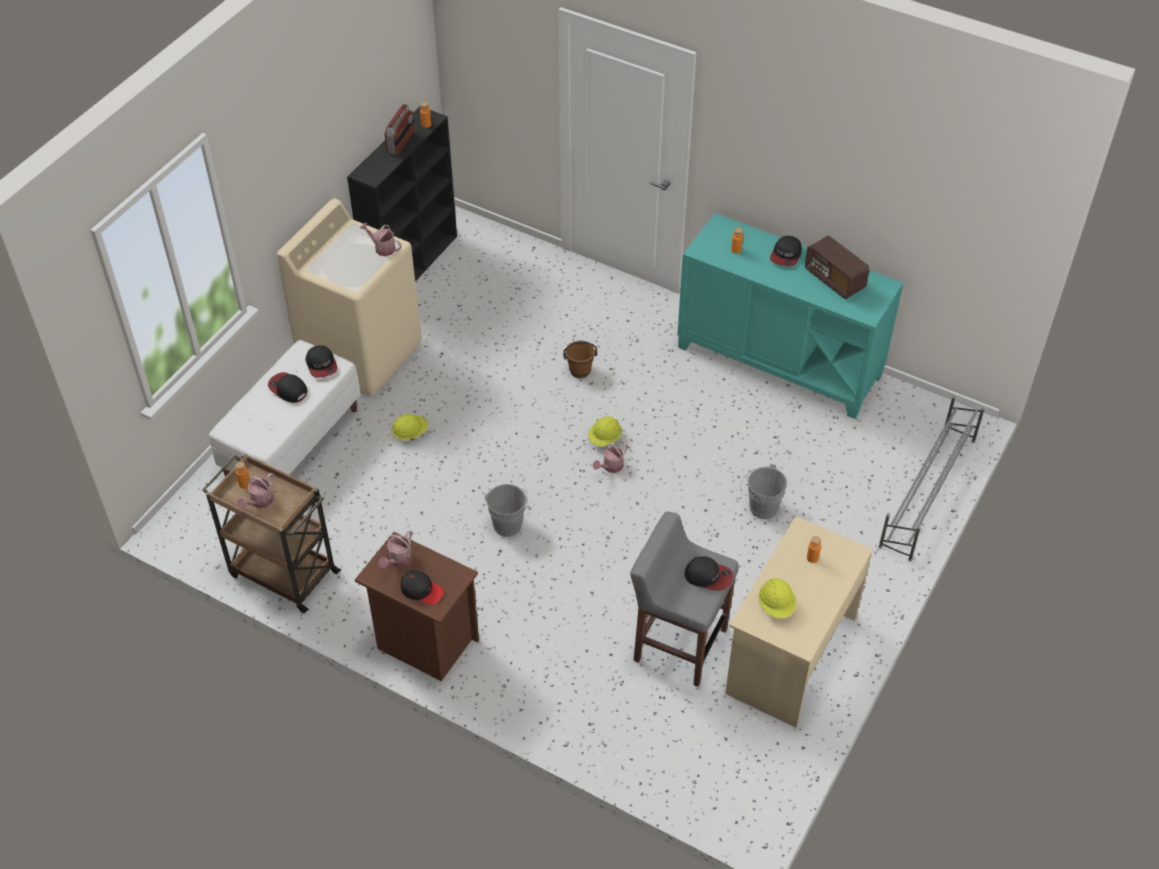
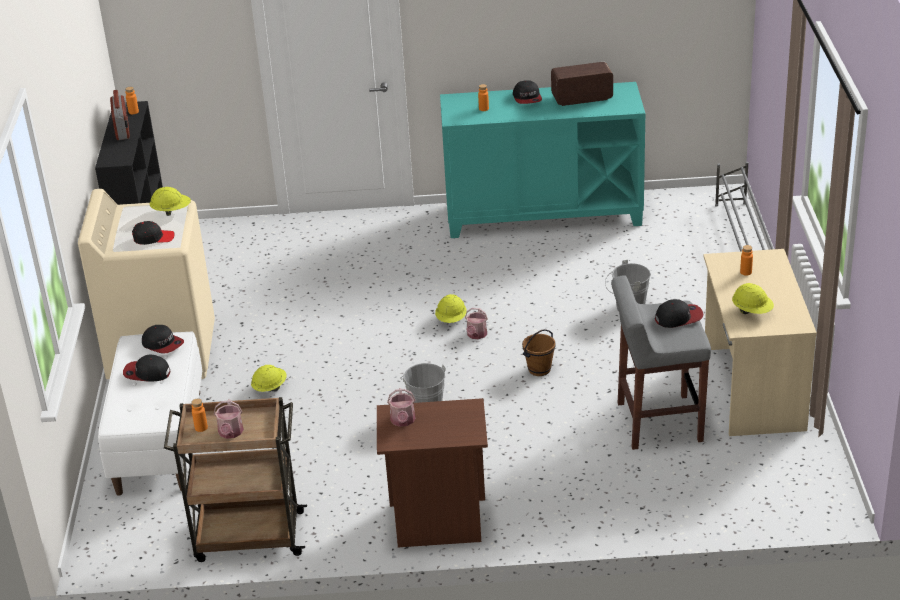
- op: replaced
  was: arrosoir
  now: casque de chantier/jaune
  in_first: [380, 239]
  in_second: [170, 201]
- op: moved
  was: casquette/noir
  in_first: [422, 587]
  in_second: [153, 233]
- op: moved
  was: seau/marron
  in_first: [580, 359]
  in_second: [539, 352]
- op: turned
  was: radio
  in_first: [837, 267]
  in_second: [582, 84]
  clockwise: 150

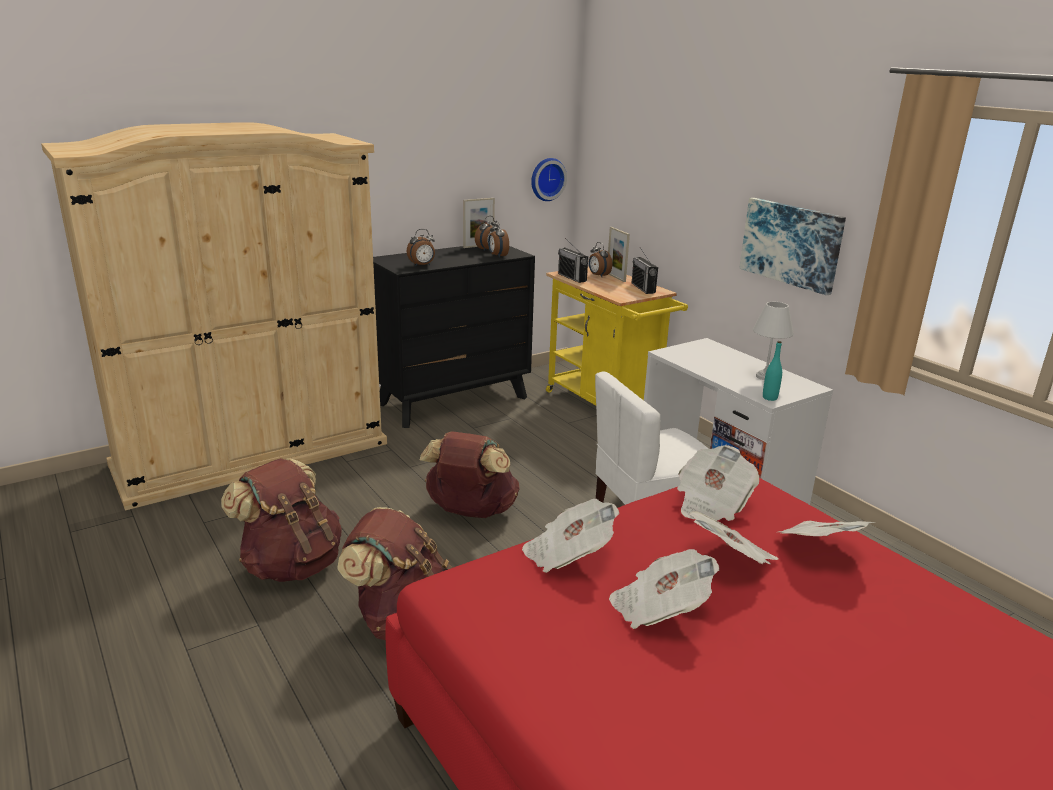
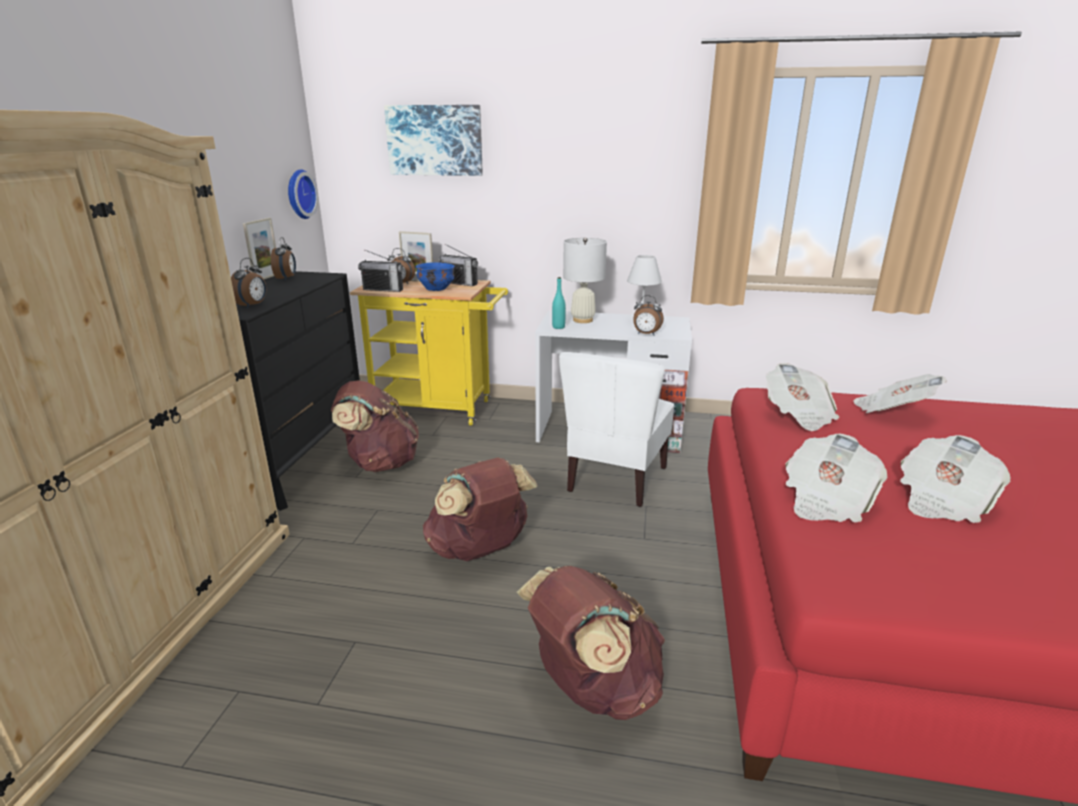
- op: moved
  was: sac à dos/marron
  in_first: [281, 520]
  in_second: [375, 426]
- op: moved
  was: réveil
  in_first: [498, 239]
  in_second: [648, 315]
- op: removed
  was: journal
  in_first: [734, 538]
- op: moved
  was: tableau
  in_first: [792, 247]
  in_second: [433, 140]
- op: moved
  was: bouteille/turquoise
  in_first: [772, 371]
  in_second: [559, 303]
- op: added
  now: bol/bleu
  in_second: [435, 276]
- op: added
  now: lampe de table/blanc
  in_second: [585, 280]

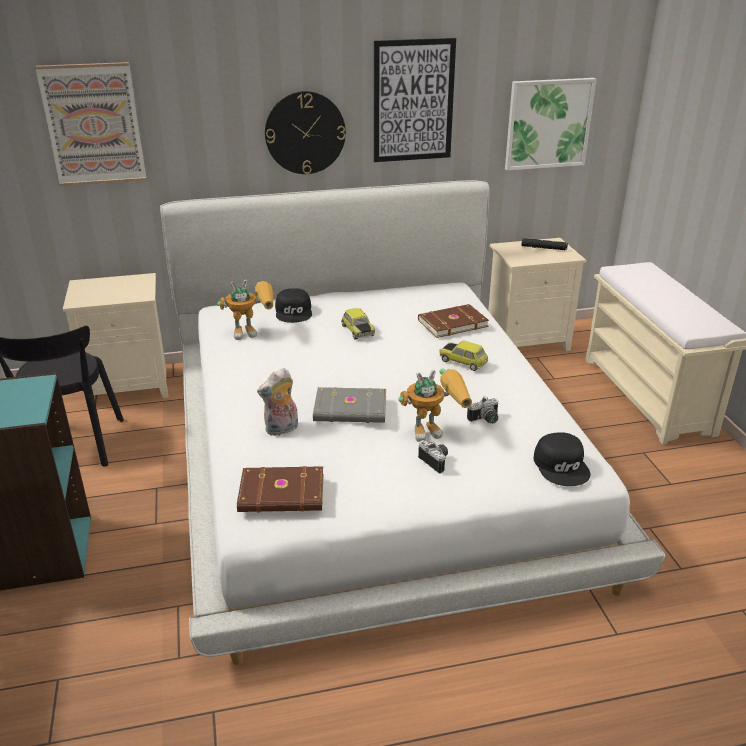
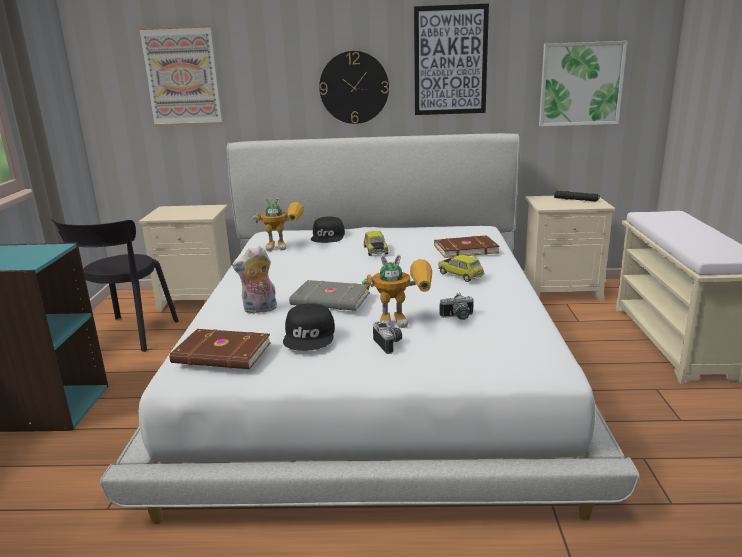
- op: moved
  was: casquette/noir
  in_first: [562, 459]
  in_second: [309, 327]

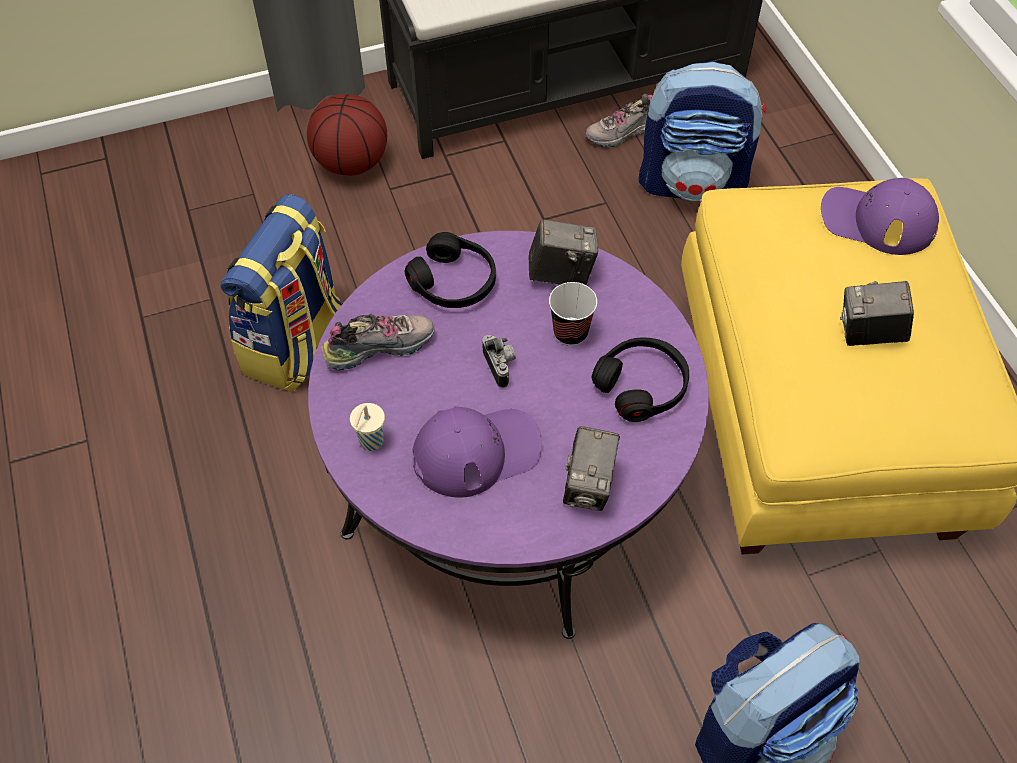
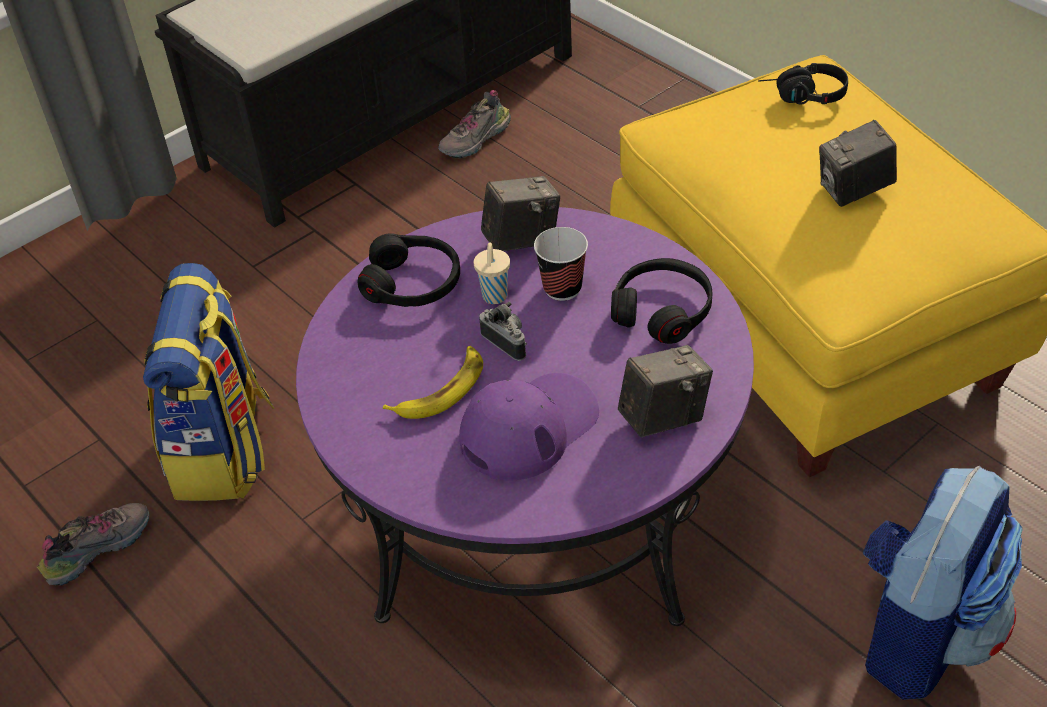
- op: removed
  was: ballon de basket
  in_first: [347, 135]
- op: moved
  was: chaussure
  in_first: [378, 342]
  in_second: [93, 544]
- op: moved
  was: tasse/beige
  in_first: [367, 427]
  in_second: [492, 273]
- op: turned
  was: appareil photo
  in_first: [591, 468]
  in_second: [665, 391]
  clockwise: -105
- op: removed
  was: sac à dos
  in_first: [702, 131]
- op: replaced
  was: casquette/violet
  now: casque audio/noir
  in_first: [880, 216]
  in_second: [803, 83]
- op: added
  now: banane
  in_second: [433, 382]

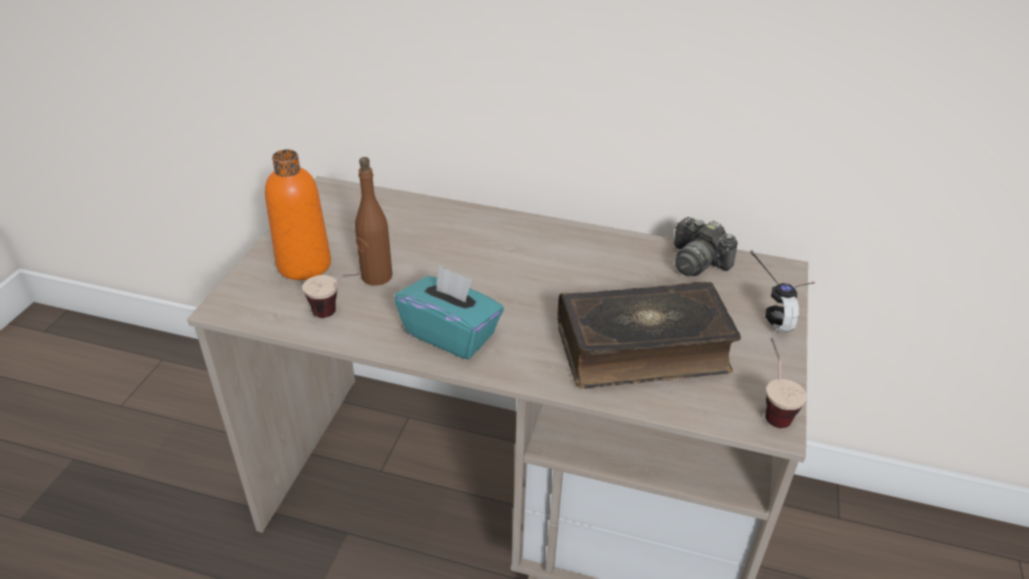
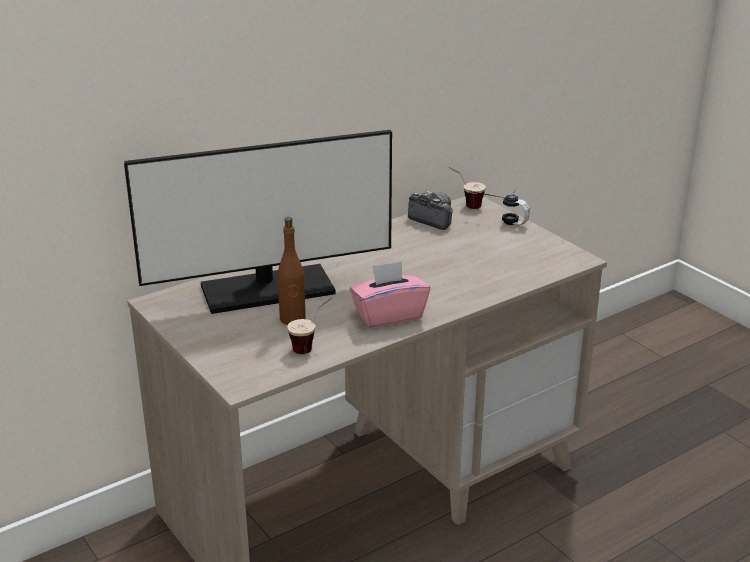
- op: removed
  was: bouteille/orange
  in_first: [298, 214]
- op: recoloured
  was: boîte à mouchoirs/turquoise
  now: boîte à mouchoirs/rose
  in_first: [449, 312]
  in_second: [389, 294]
- op: removed
  was: livre
  in_first: [649, 335]
- op: turned
  was: appareil photo
  in_first: [706, 246]
  in_second: [430, 210]
  clockwise: -135
- op: moved
  was: tasse
  in_first: [786, 383]
  in_second: [467, 188]
- op: added
  now: écran d'ordinateur
  in_second: [258, 222]

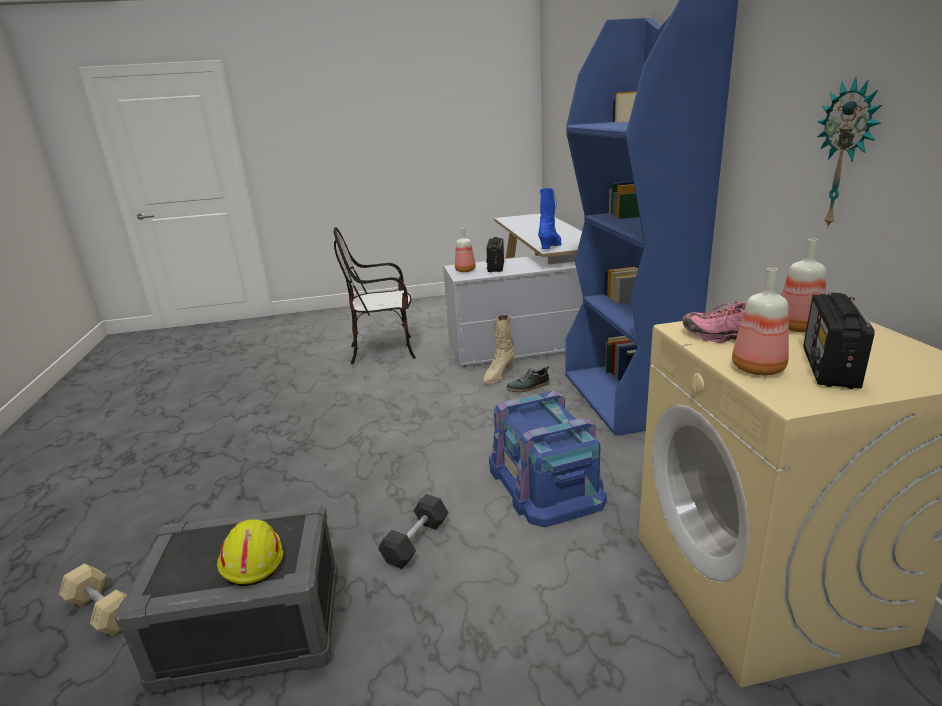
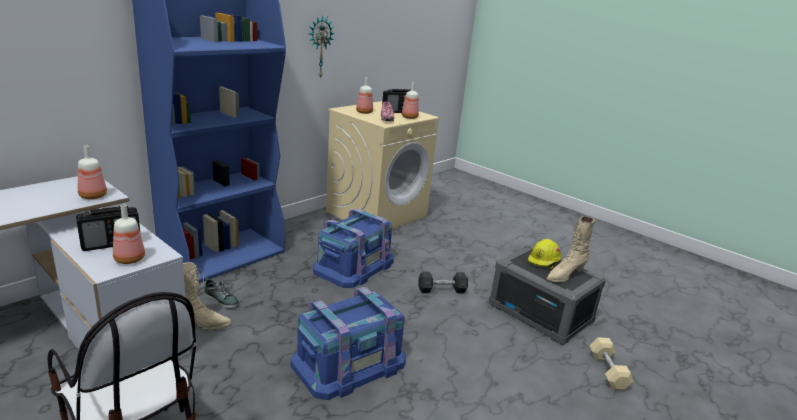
- op: replaced
  was: botte/bleu
  now: bouteille
  in_first: [550, 218]
  in_second: [92, 172]
- op: added
  now: boîte de rangement/bleu
  in_second: [348, 343]
- op: added
  now: botte/beige
  in_second: [571, 249]

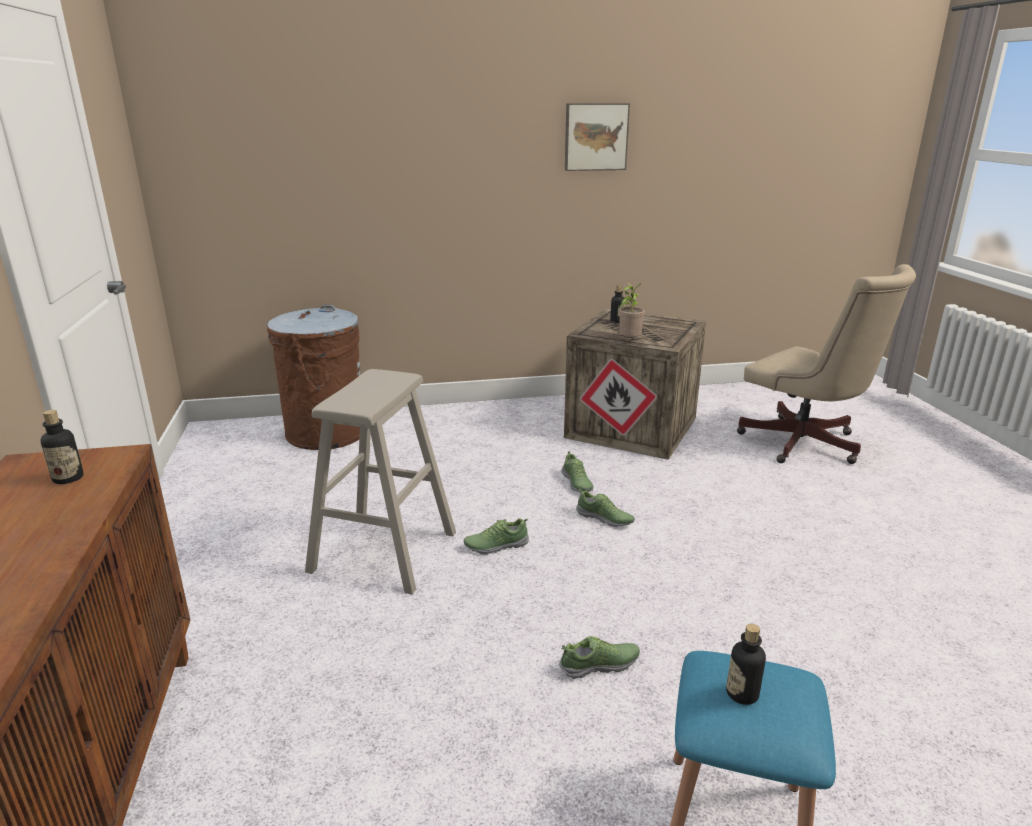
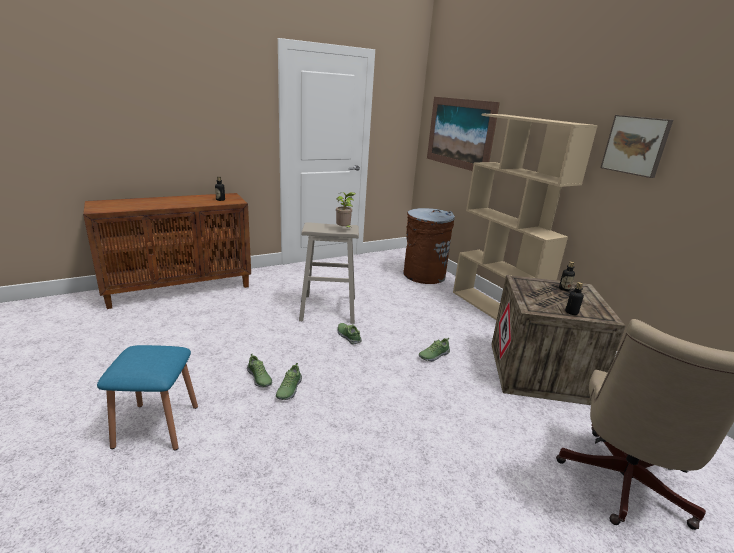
- op: moved
  was: chaussure
  in_first: [605, 508]
  in_second: [289, 381]
- op: moved
  was: plante en pot
  in_first: [631, 309]
  in_second: [346, 210]
- op: moved
  was: bouteille
  in_first: [746, 664]
  in_second: [574, 298]
- op: added
  now: tableau
  in_second: [463, 134]
- op: added
  now: bibliothèque/beige
  in_second: [525, 216]

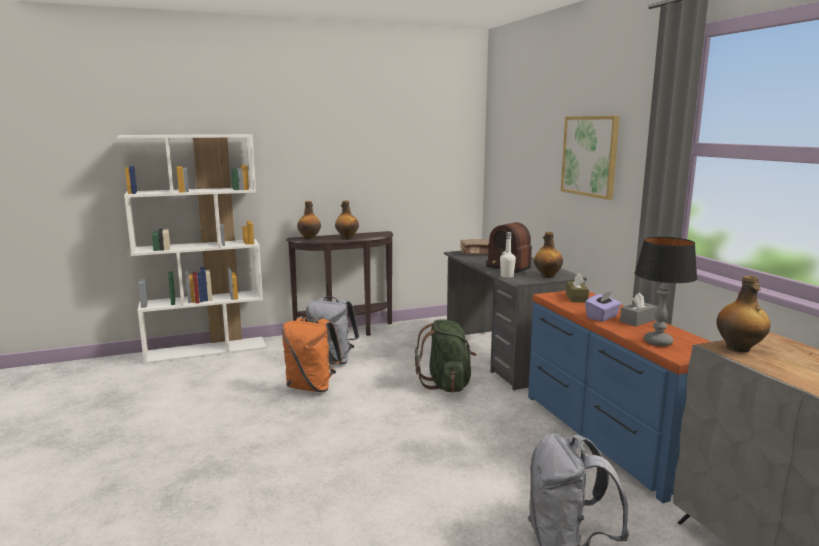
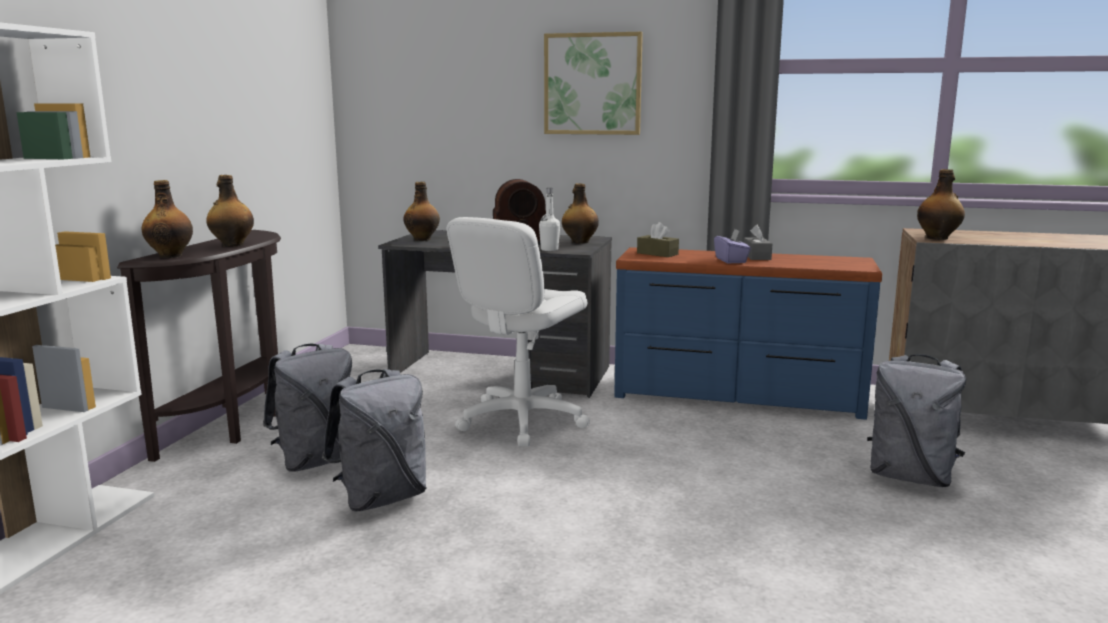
- op: recoloured
  was: sac à dos/orange
  now: sac à dos/gris
  in_first: [312, 354]
  in_second: [374, 440]
- op: replaced
  was: sac à dos/vert
  now: chaise de bureau/blanc
  in_first: [445, 356]
  in_second: [518, 331]
- op: replaced
  was: livre/marron
  now: bouteille
  in_first: [474, 247]
  in_second: [422, 211]
- op: removed
  was: lampe de table
  in_first: [665, 291]

